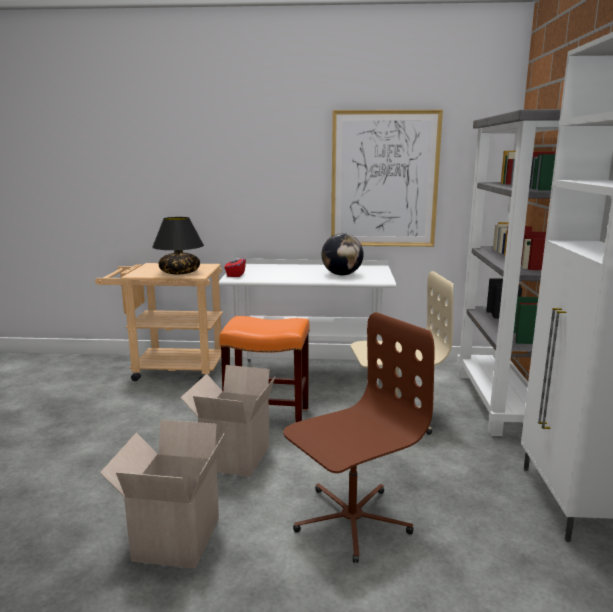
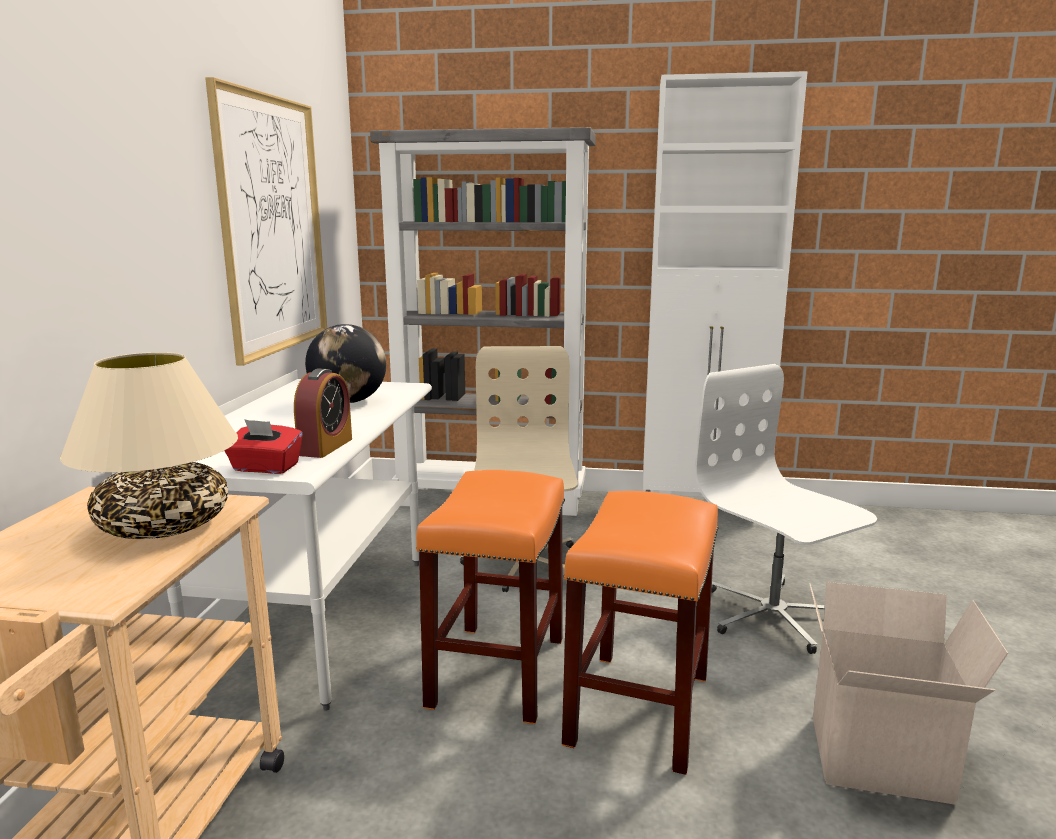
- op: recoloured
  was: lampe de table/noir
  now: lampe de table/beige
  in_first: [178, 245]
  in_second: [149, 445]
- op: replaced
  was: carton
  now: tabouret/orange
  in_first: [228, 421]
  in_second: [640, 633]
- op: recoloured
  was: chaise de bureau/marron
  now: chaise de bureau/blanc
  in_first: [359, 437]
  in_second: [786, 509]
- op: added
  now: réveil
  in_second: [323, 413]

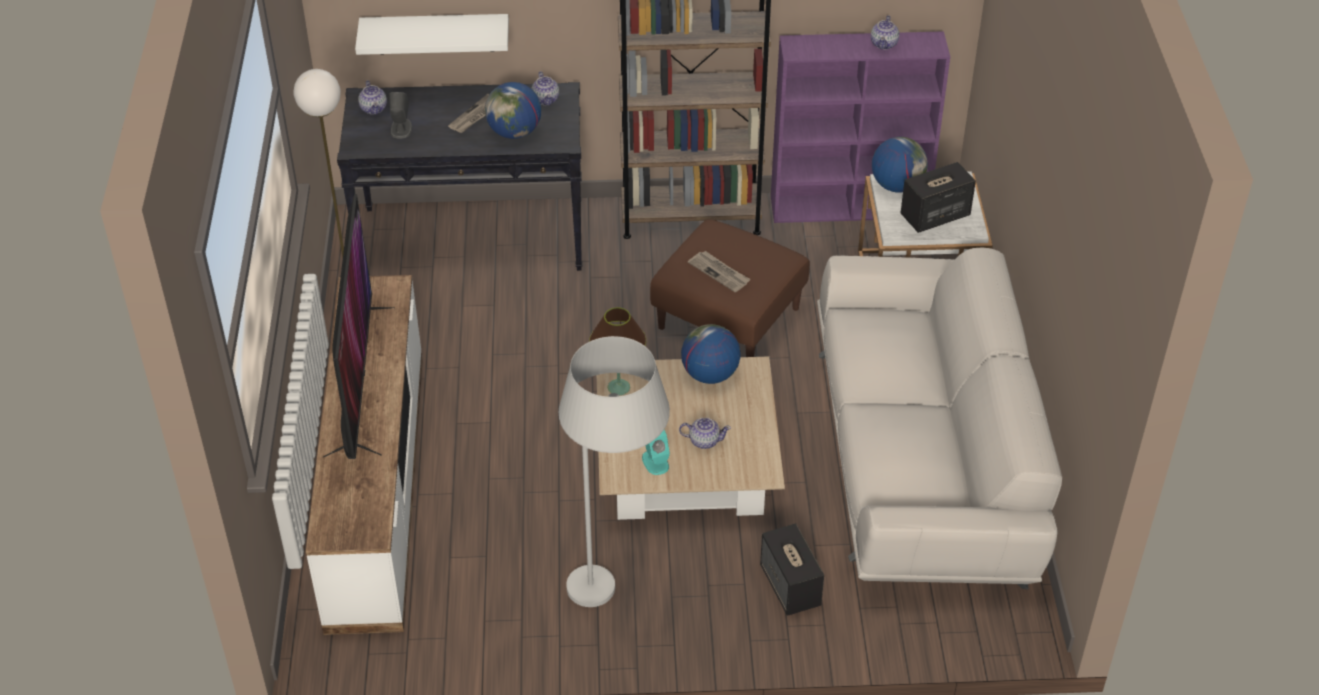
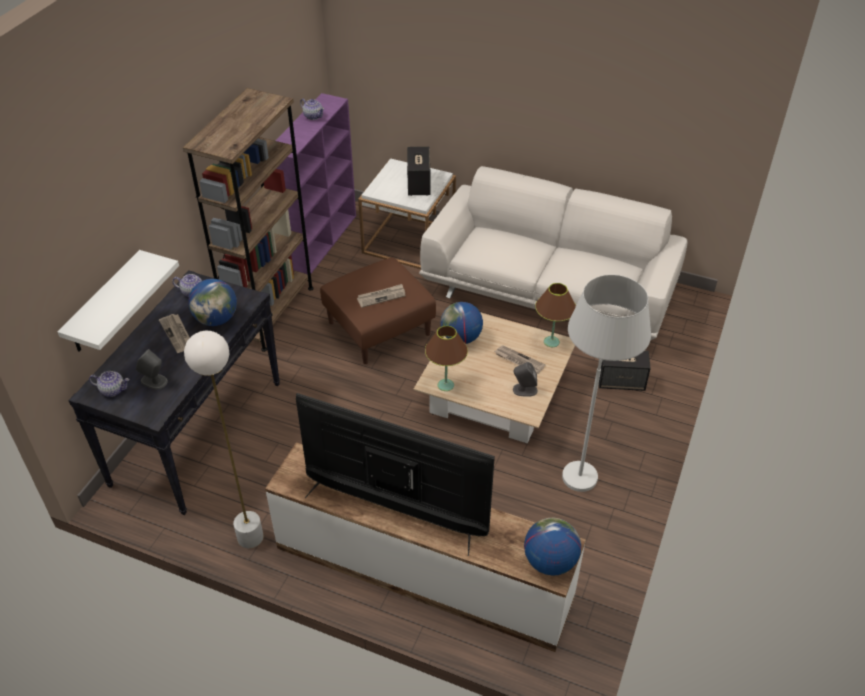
- op: recoloured
  was: enceinte/turquoise
  now: enceinte/gris
  in_first: [656, 452]
  in_second: [525, 379]
- op: replaced
  was: théière
  now: journal
  in_first: [705, 433]
  in_second: [519, 359]
- op: moved
  was: globe
  in_first: [900, 165]
  in_second: [552, 547]
- op: added
  now: lampe de table/marron
  in_second: [555, 315]

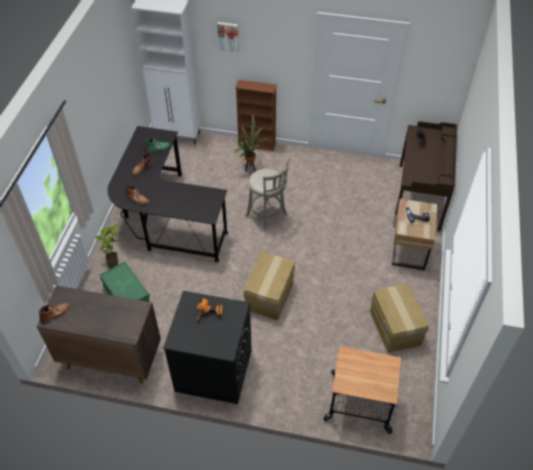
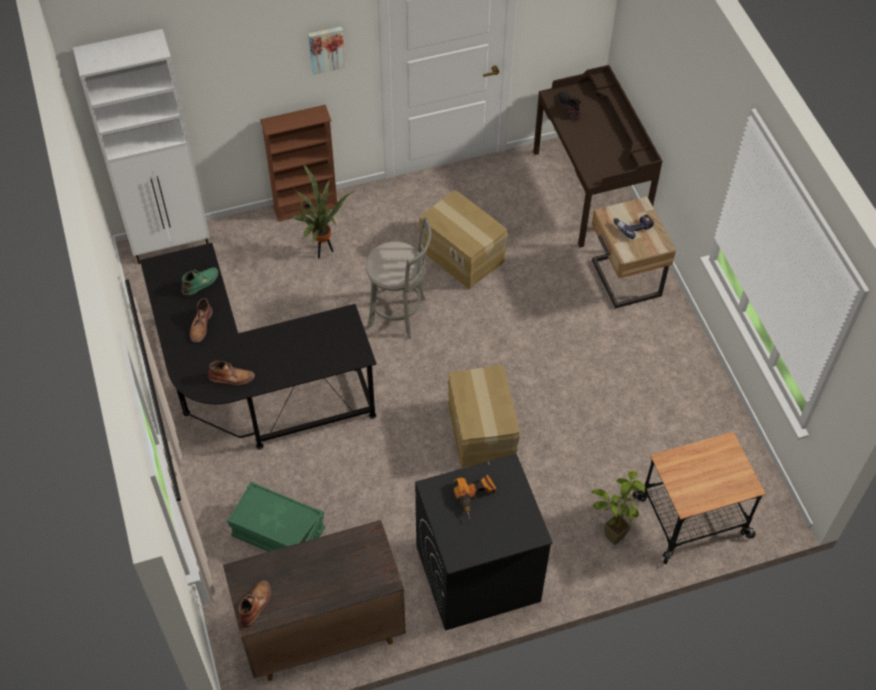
- op: moved
  was: plante en pot
  in_first: [108, 247]
  in_second: [618, 508]
- op: moved
  was: tableau
  in_first: [228, 37]
  in_second: [326, 51]
- op: moved
  was: carton
  in_first: [399, 318]
  in_second: [463, 239]

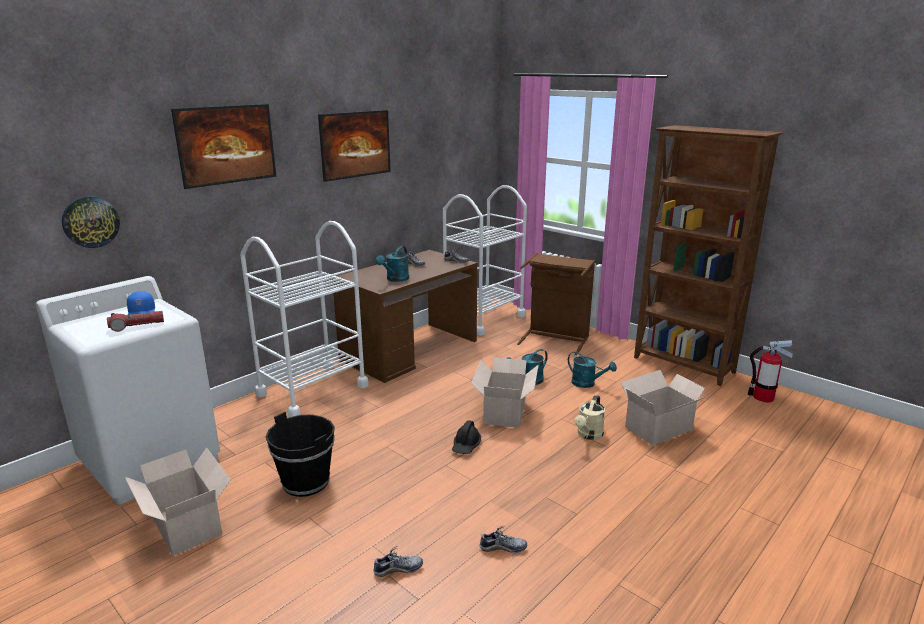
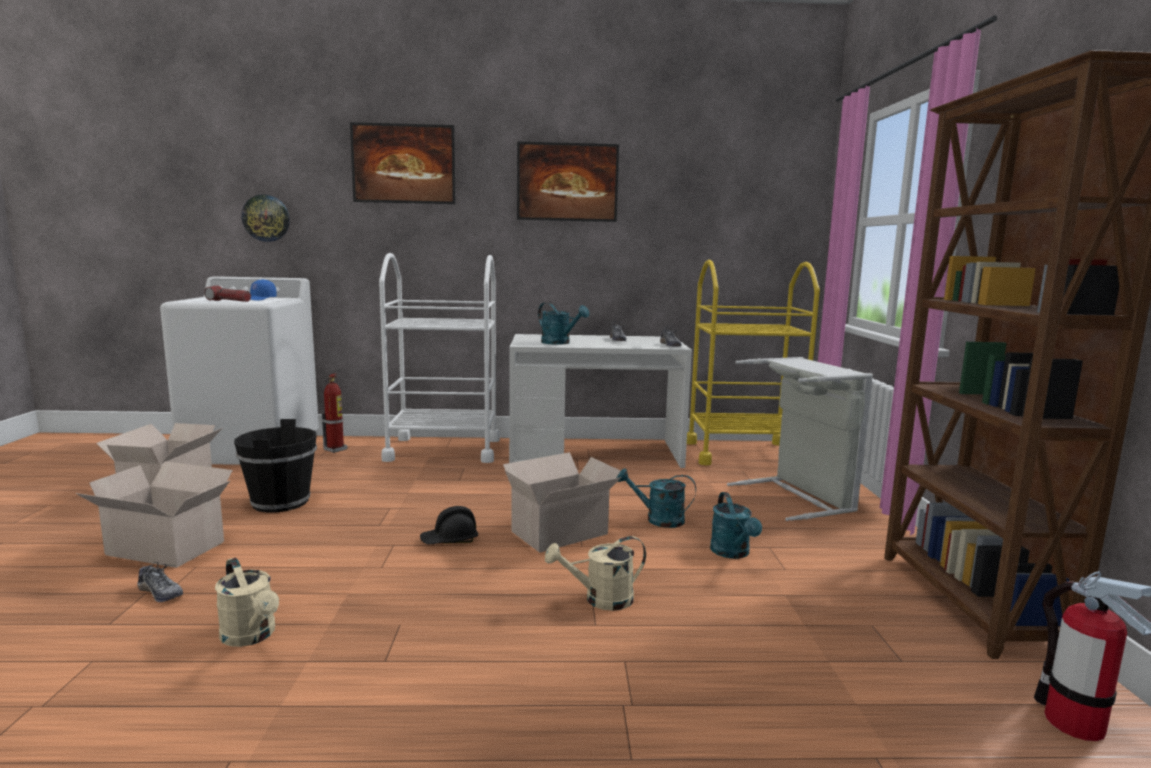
- op: recoloured
  was: bureau/marron
  now: bureau/blanc
  in_first: [404, 316]
  in_second: [600, 401]
- op: turned
  was: arrosoir/turquoise
  in_first: [392, 264]
  in_second: [563, 324]
  clockwise: -120
- op: recoloured
  was: chariot/blanc
  now: chariot/jaune
  in_first: [485, 260]
  in_second: [753, 362]
- op: replaced
  was: chaussure
  now: arrosoir/beige
  in_first: [503, 539]
  in_second: [247, 602]
- op: recoloured
  was: panier à linge/marron
  now: panier à linge/gris
  in_first: [556, 304]
  in_second: [800, 439]
- op: moved
  was: carton
  in_first: [665, 407]
  in_second: [154, 514]
- op: added
  now: extincteur
  in_second: [334, 413]

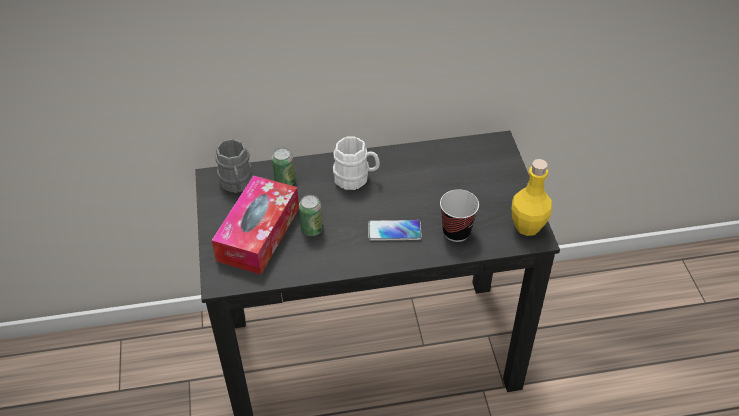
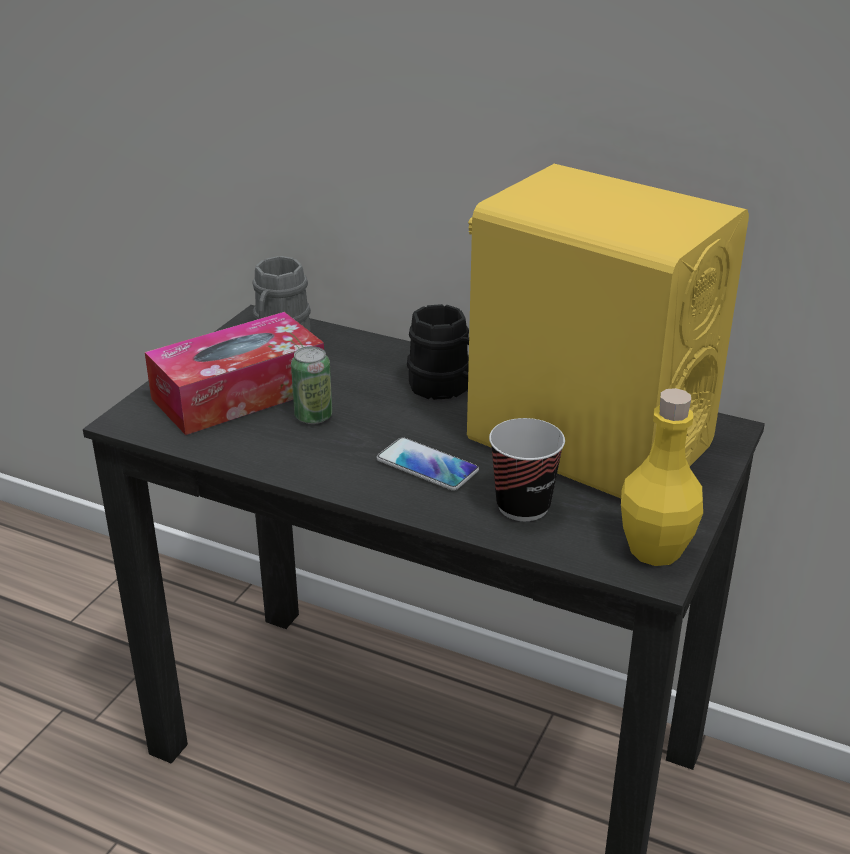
- op: removed
  was: boîte métallique
  in_first: [283, 167]
- op: recoloured
  was: mug/blanc
  now: mug/noir
  in_first: [356, 163]
  in_second: [438, 352]
- op: added
  now: enceinte/jaune
  in_second: [608, 331]

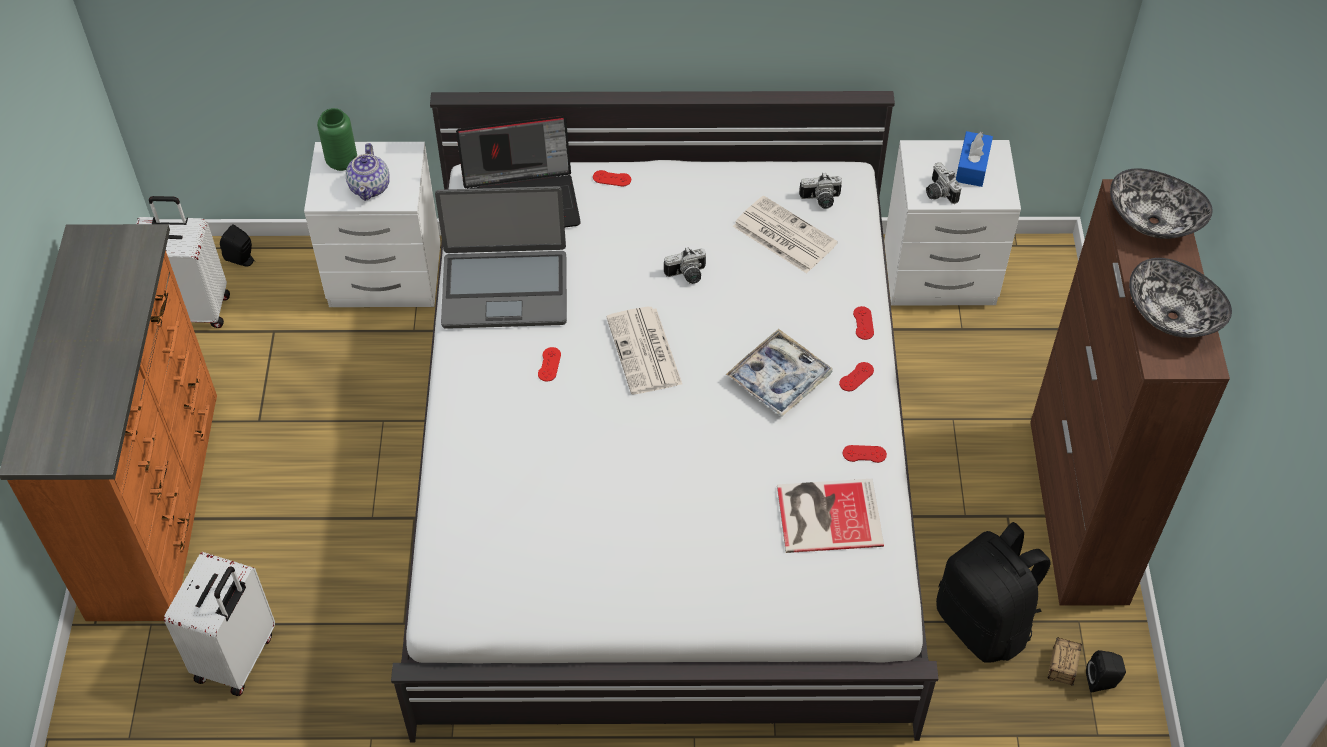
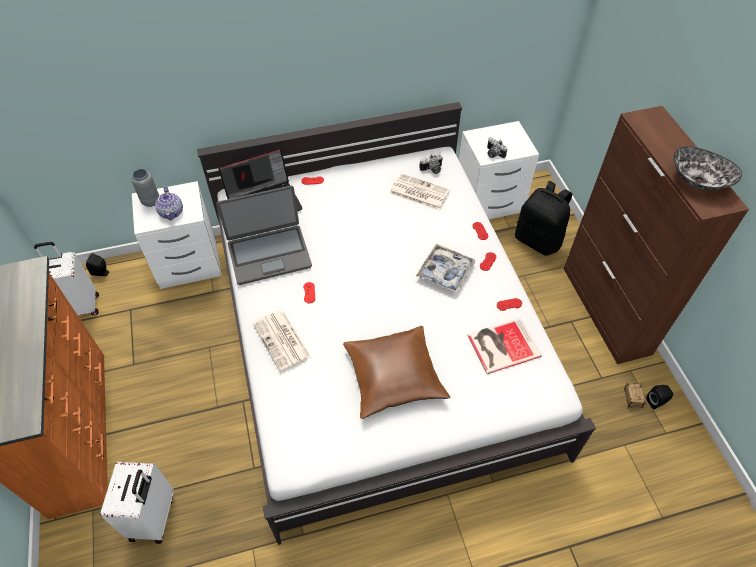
- op: recoloured
  was: vase/vert
  now: vase/gris
  in_first: [337, 139]
  in_second: [145, 188]
- op: moved
  was: journal
  in_first: [645, 350]
  in_second: [282, 341]
- op: removed
  was: appareil photo
  in_first: [685, 265]
- op: moved
  was: sac à dos/noir
  in_first: [993, 592]
  in_second: [543, 218]
- op: removed
  was: boîte à mouchoirs/bleu
  in_first: [974, 159]
- op: removed
  was: bol
  in_first: [1161, 203]
- op: added
  now: coussin/marron
  in_second: [396, 372]

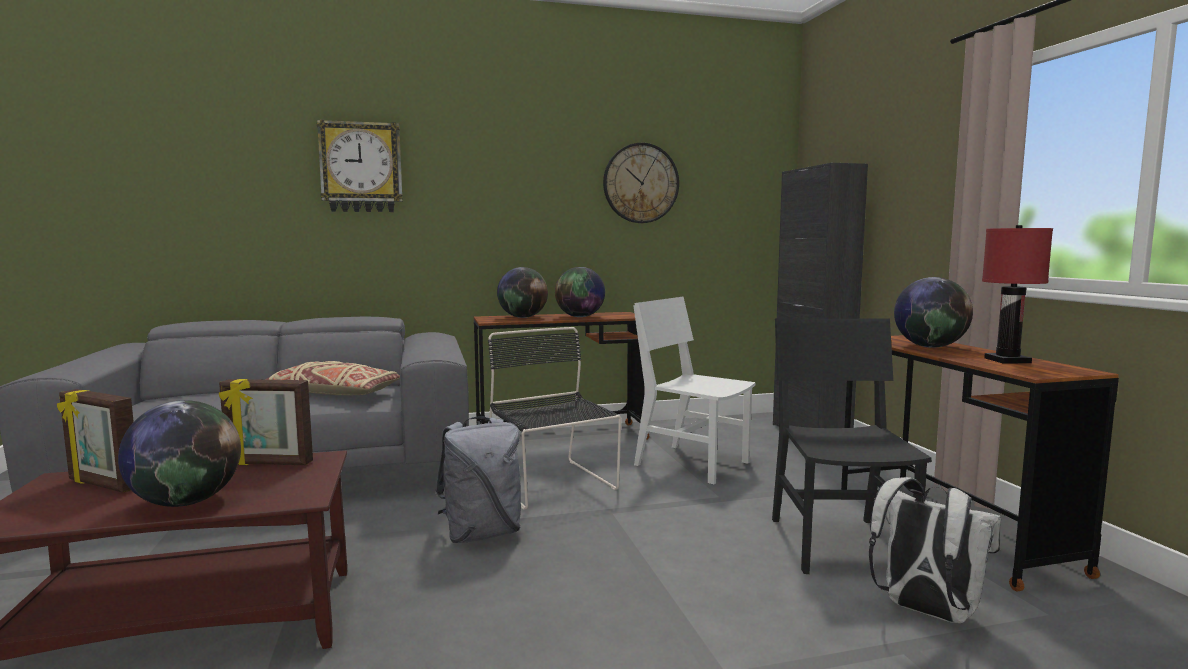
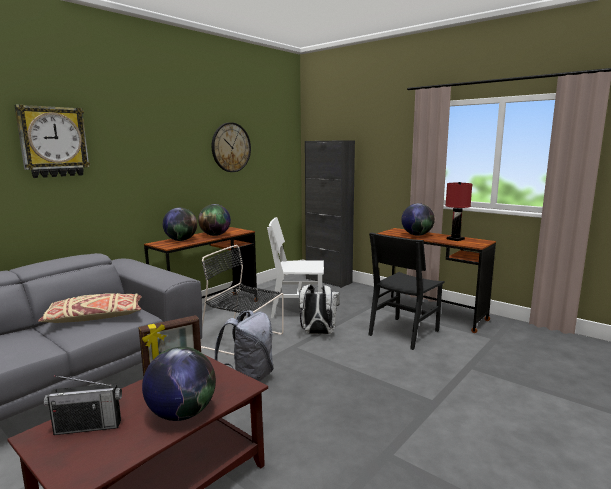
- op: replaced
  was: cadre photo
  now: radio
  in_first: [95, 441]
  in_second: [83, 405]
- op: turned
  was: chaise/noir
  in_first: [852, 446]
  in_second: [407, 291]
  clockwise: -105
- op: moved
  was: sac à dos/blanc
  in_first: [935, 550]
  in_second: [319, 309]

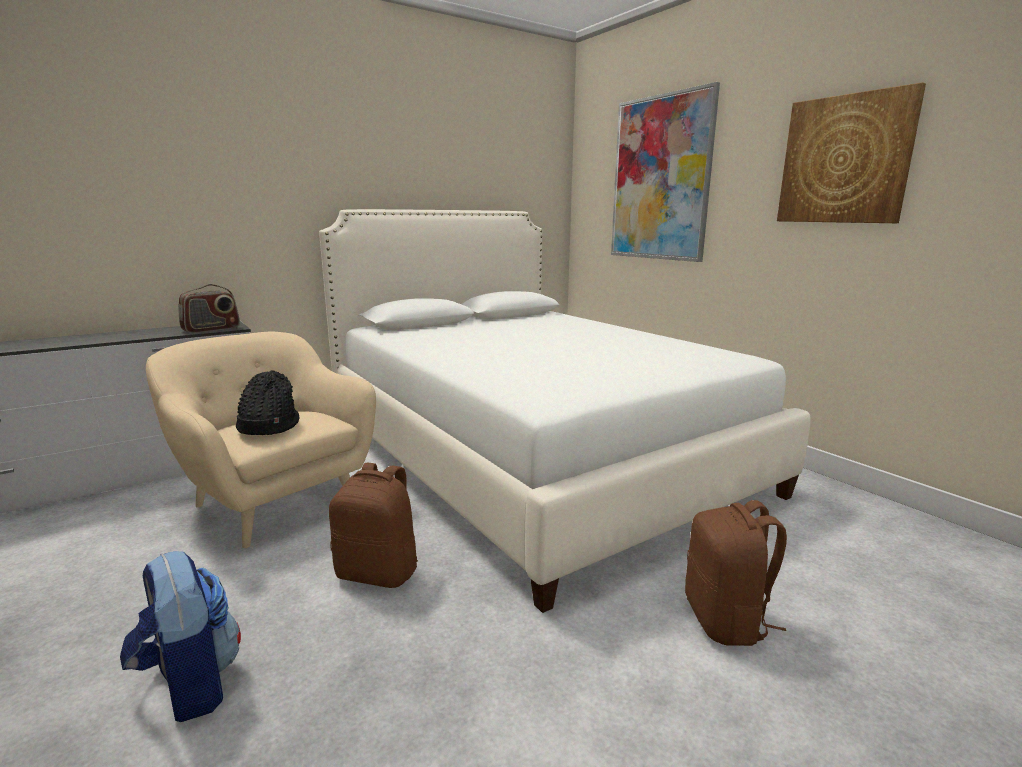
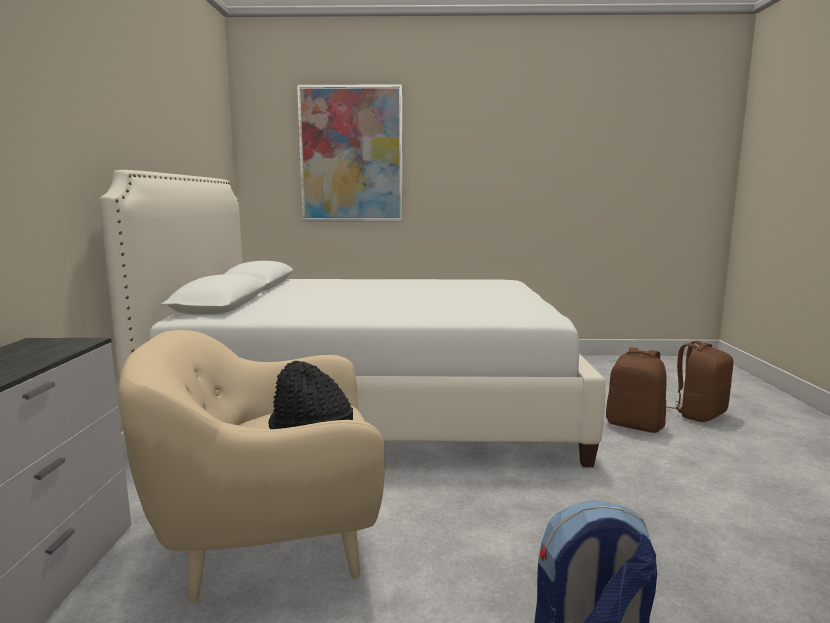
- op: removed
  was: radio
  in_first: [209, 308]
- op: moved
  was: sac à dos/marron
  in_first: [373, 525]
  in_second: [699, 381]
- op: removed
  was: tableau
  in_first: [851, 152]

